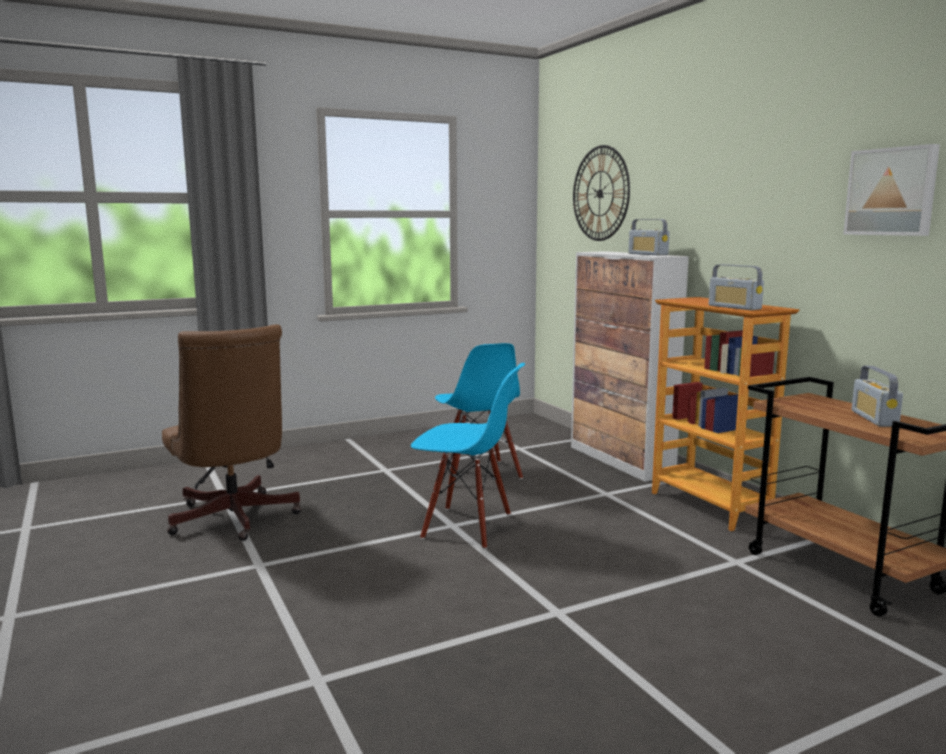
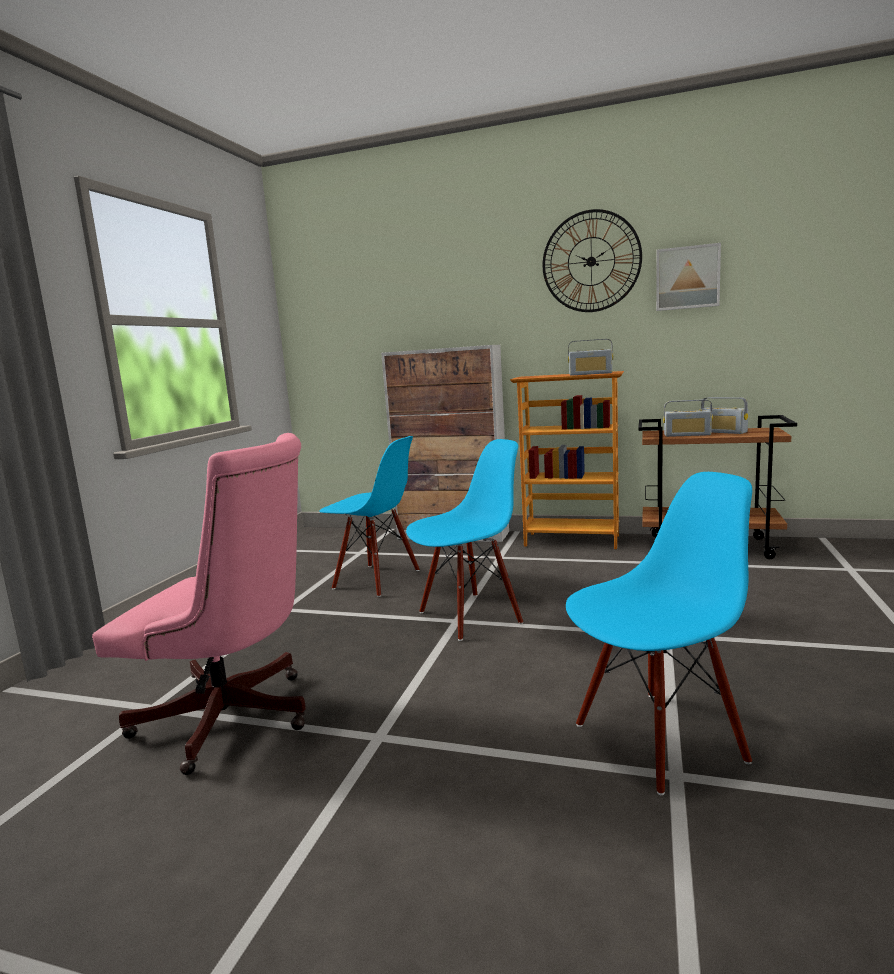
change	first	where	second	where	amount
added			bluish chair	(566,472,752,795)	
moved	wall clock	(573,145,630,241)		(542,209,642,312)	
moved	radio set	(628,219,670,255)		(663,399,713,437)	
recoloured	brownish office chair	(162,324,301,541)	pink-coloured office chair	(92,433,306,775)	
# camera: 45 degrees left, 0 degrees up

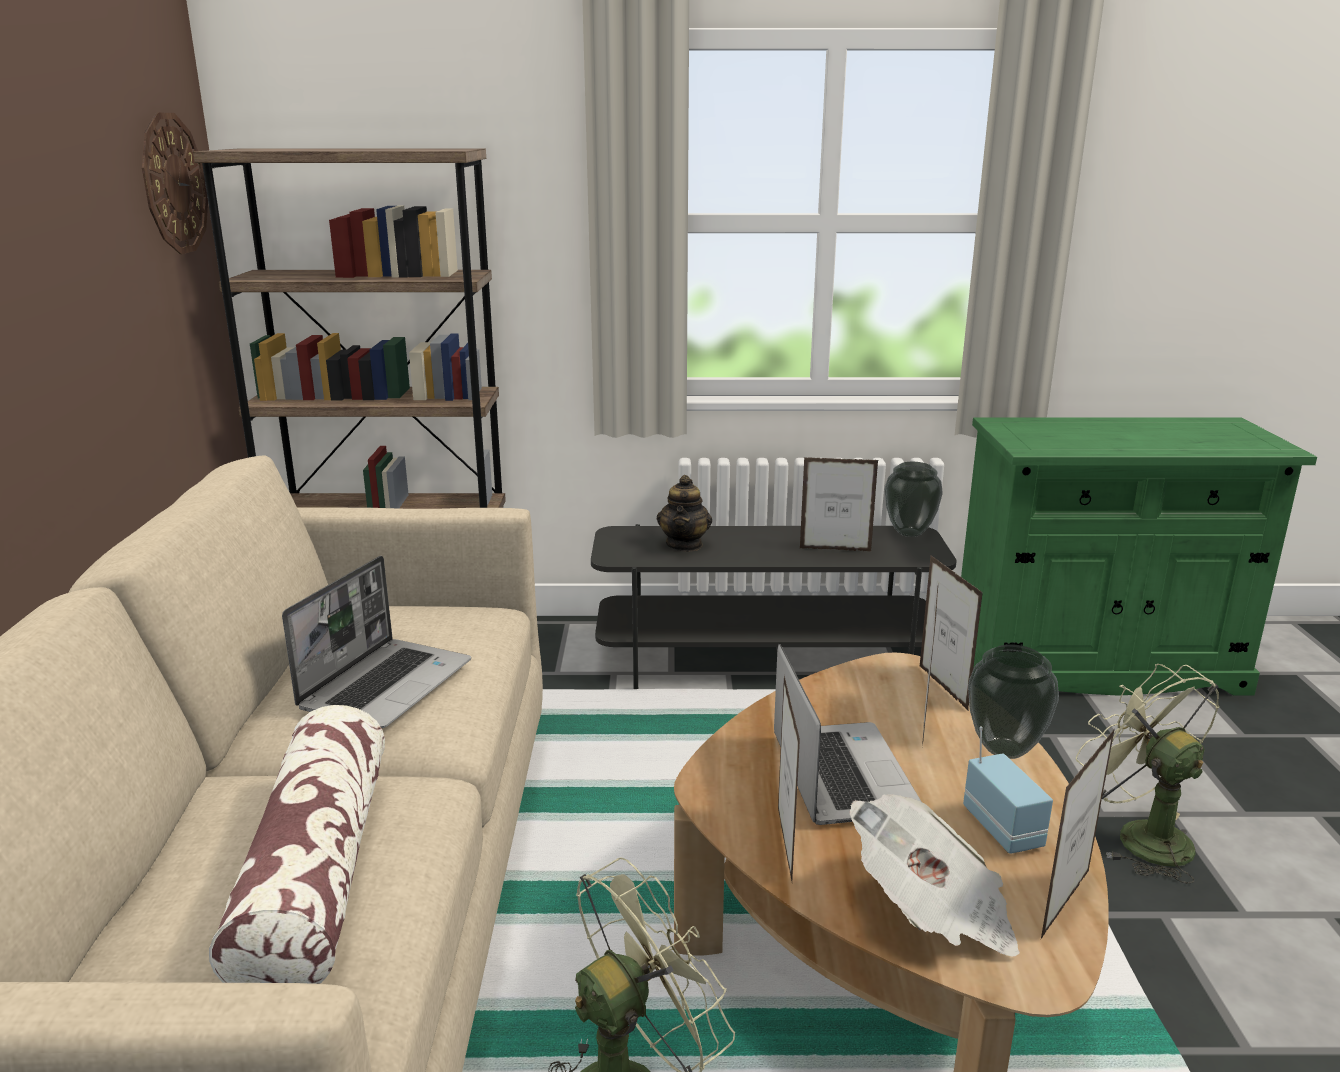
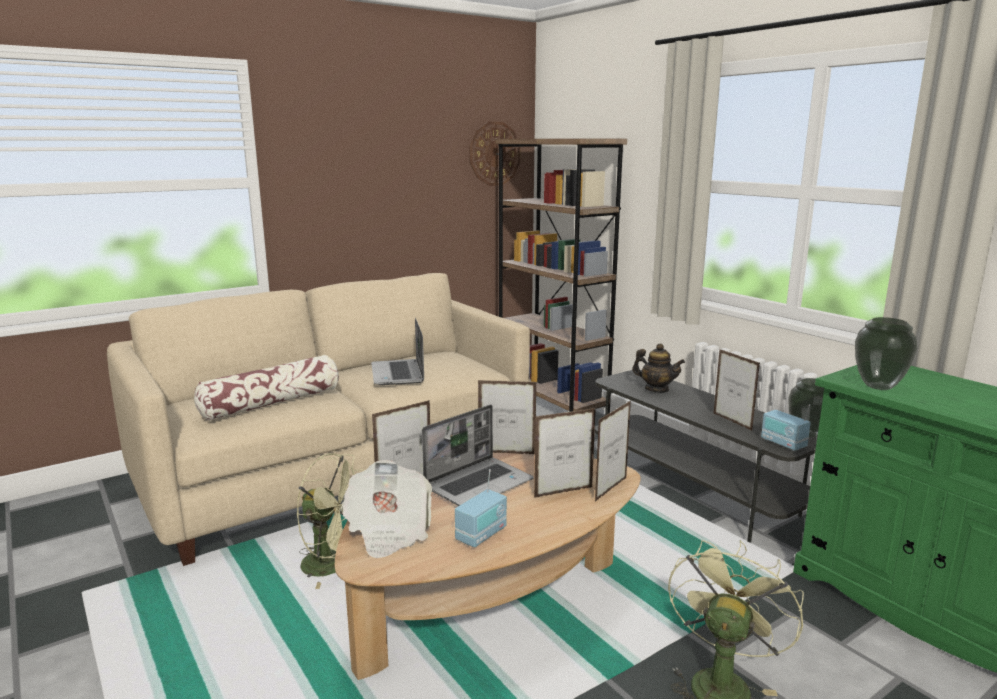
change	first	where	second	where	amount
added			radio set	(761,404,811,451)	
moved	vase	(968,644,1059,759)		(855,317,917,390)	
moved	photo frame	(1041,729,1115,938)		(478,380,537,454)	
turned	notebook computer	(282,556,471,728)		(371,318,424,385)	90 degrees clockwise
turned	pot for tea	(657,475,712,552)		(632,344,685,392)	120 degrees counterclockwise
# camera: 55 degrees right, 5 degrees down

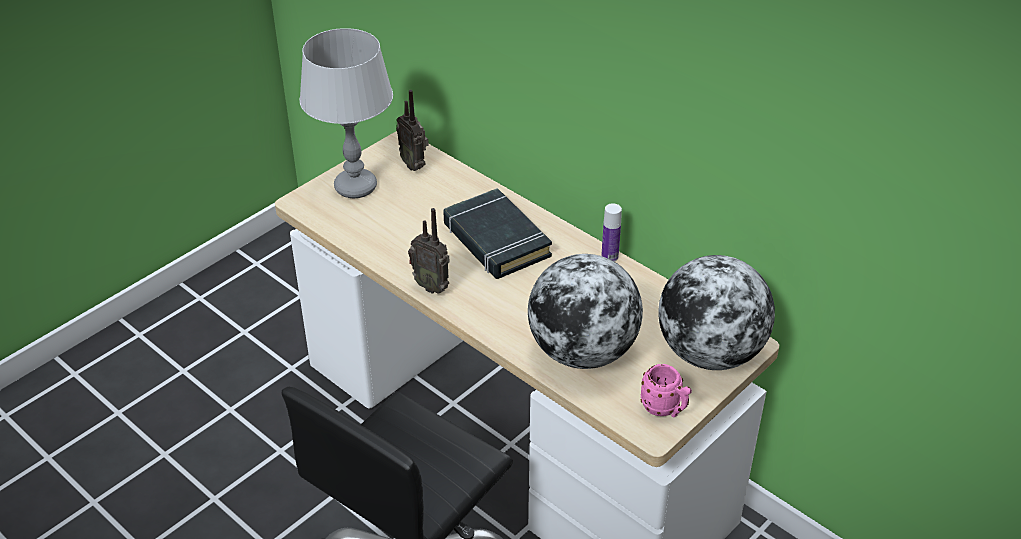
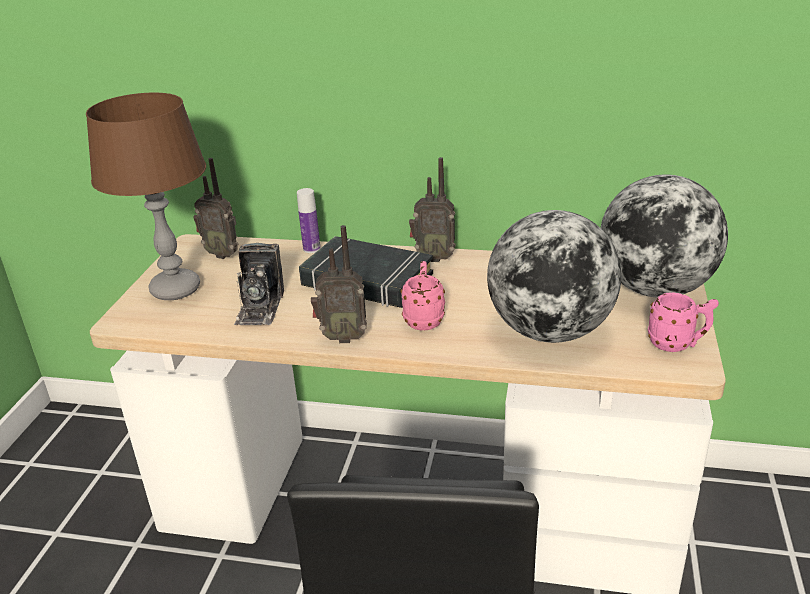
change	first	where	second	where	amount
added			still camera	(234,243,284,325)	
added			pink-coloured tea mug	(400,261,445,330)	
added			radio set	(409,157,456,262)	
moved	drink bottle	(601,203,622,262)		(297,188,321,253)	
recoloured	gray tabletop lamp	(299,28,393,198)	brownish tabletop lamp	(86,93,206,300)	
# camera: 30 degrees left, 10 degrees down

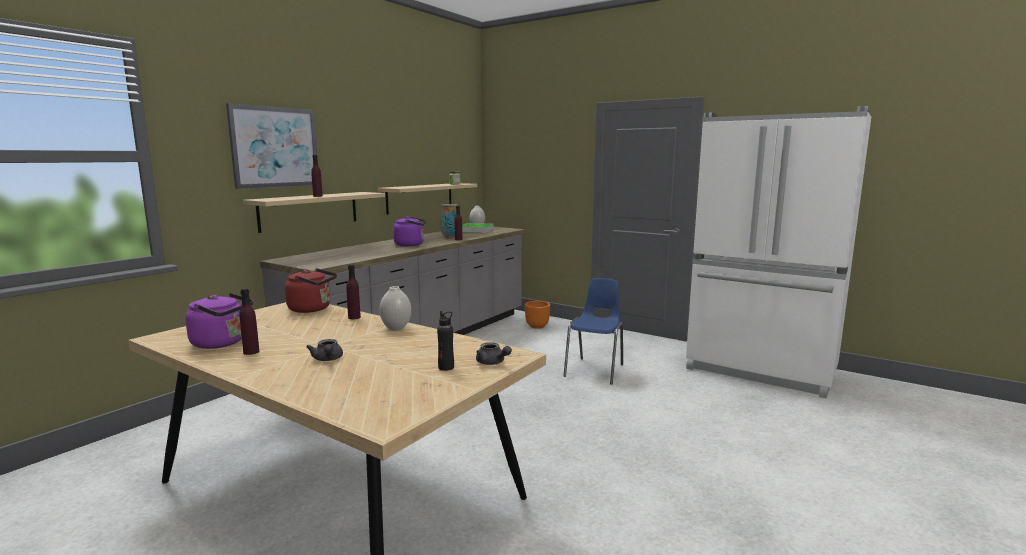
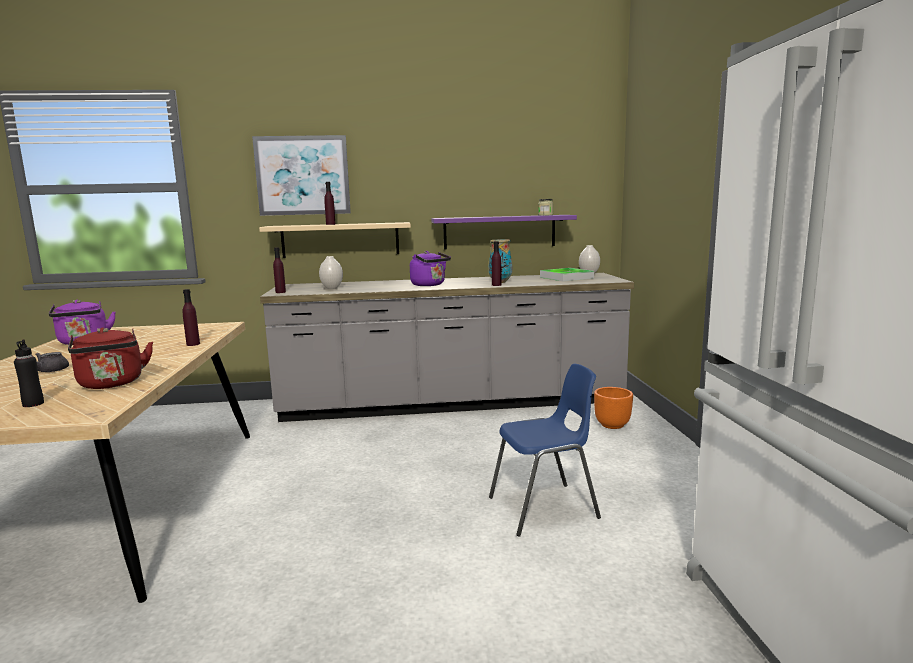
change	first	where	second	where	amount
removed	gray pot for tea	(476,342,512,365)			
moved	purplish drink bottle	(239,288,259,355)		(273,247,286,293)	
moved	red tea kettle	(285,268,337,313)		(68,328,153,389)	
moved	white-coloured vase	(379,286,411,331)		(319,256,343,289)	
recoloured	beige-coloured wall shelf	(378,183,477,215)	purplish wall shelf	(432,215,577,250)	
# camera: 50 degrees right, 0 degrees up

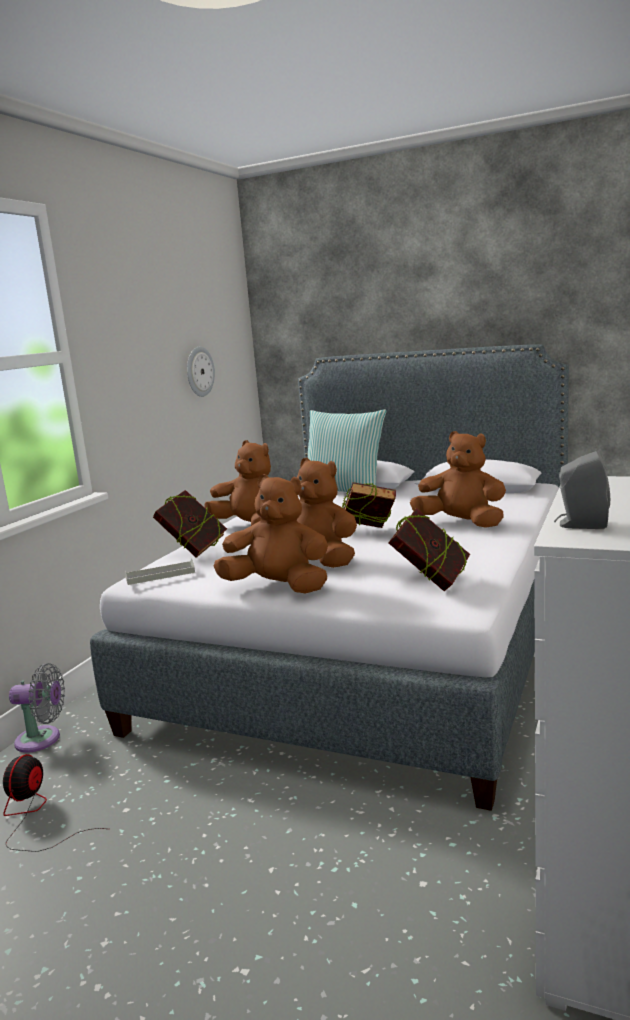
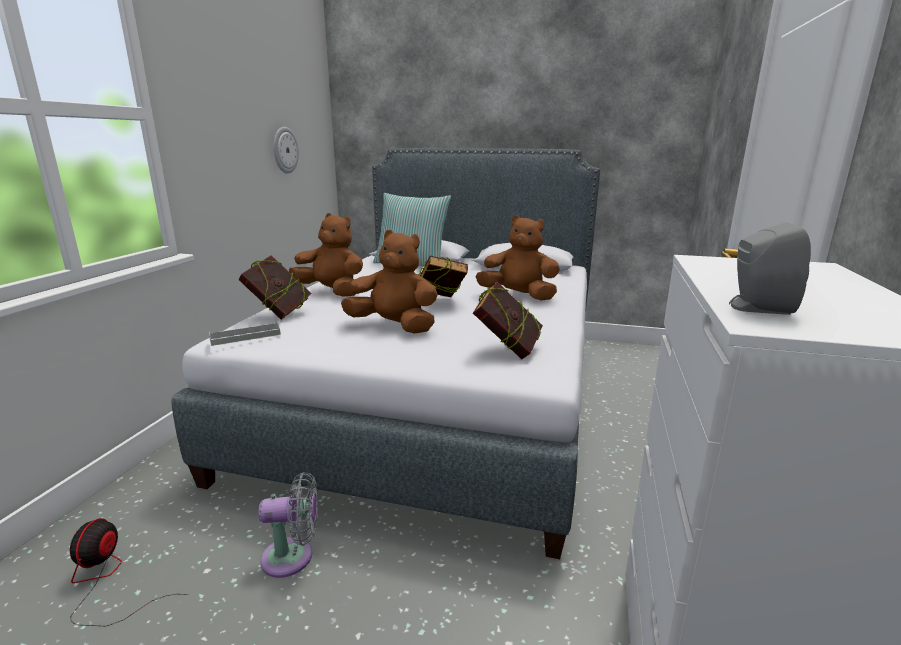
change	first	where	second	where	amount
removed	brownish cuddly toy	(213,474,328,593)			
moved	gray cooling fan	(9,663,65,753)		(258,472,318,578)	
# camera: 10 degrees left, 5 degrees up

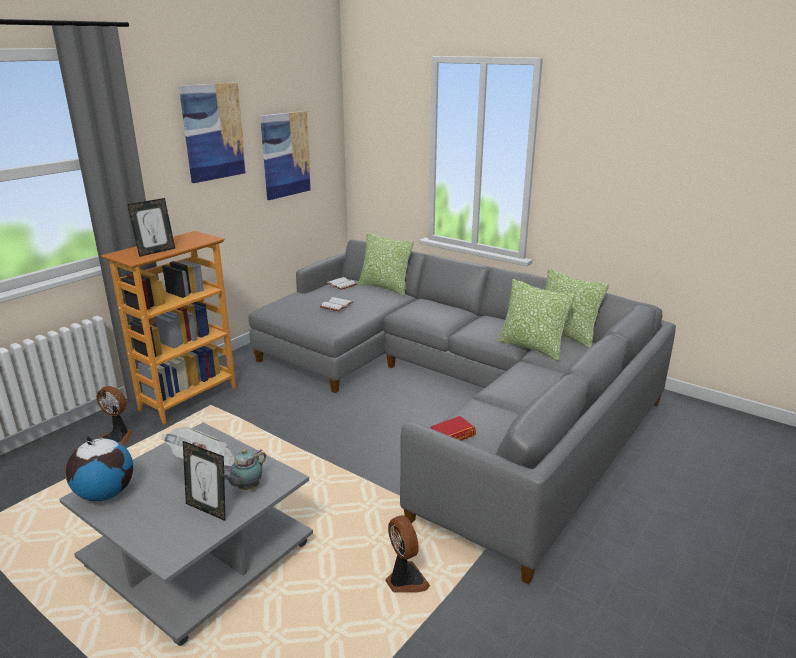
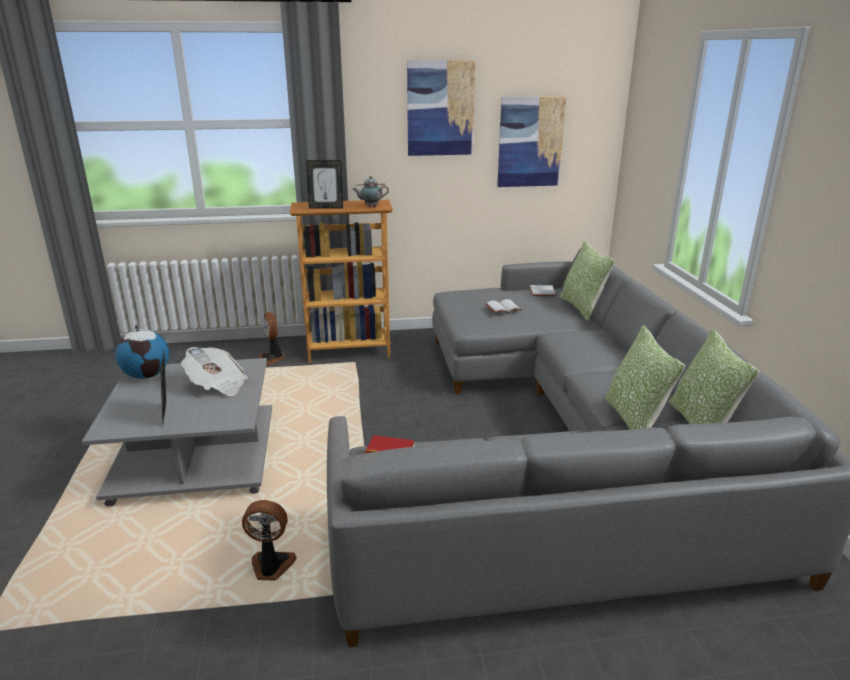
change	first	where	second	where	amount
moved	pot for tea	(224,449,266,490)		(353,176,389,207)	
turned	cooling fan	(385,515,430,593)		(242,500,296,580)	105 degrees counterclockwise
# camera: 45 degrees right, 0 degrees up

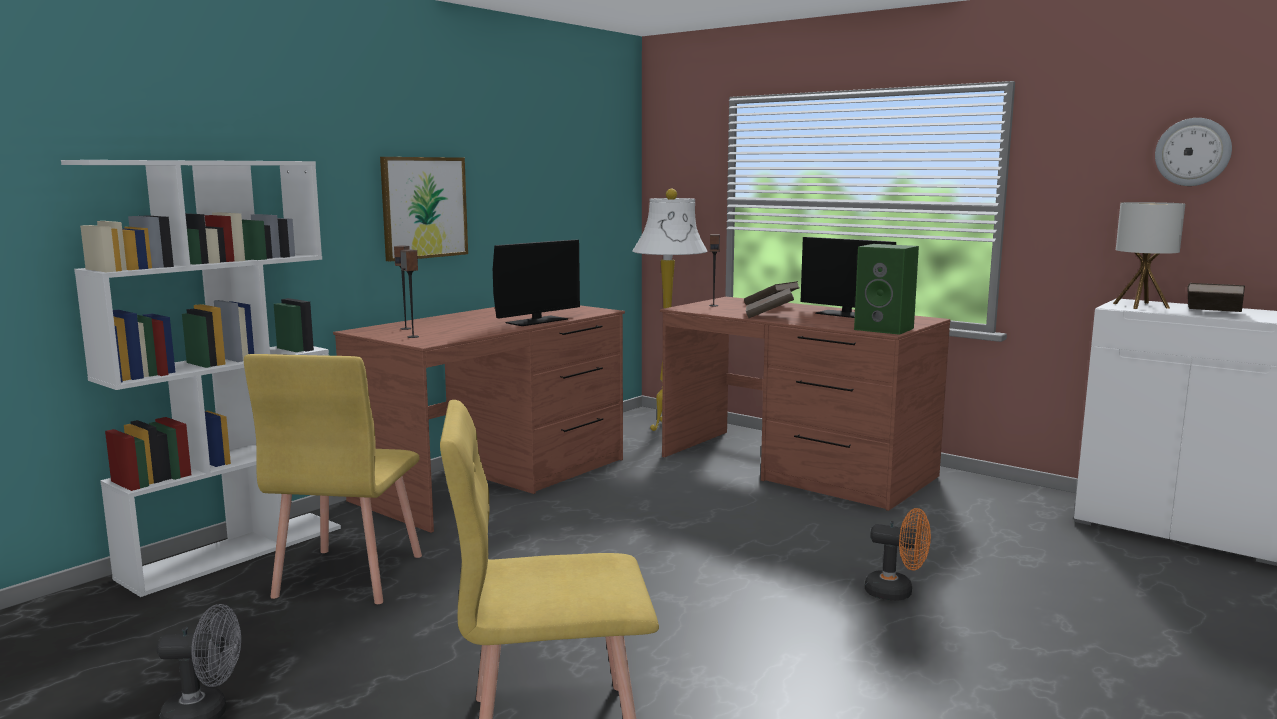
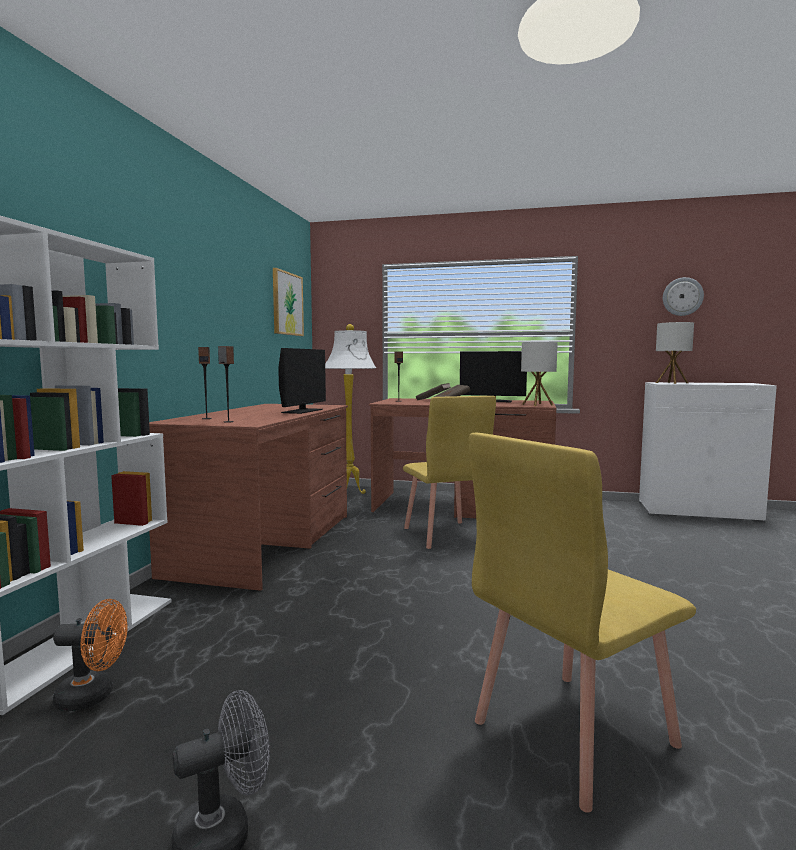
change	first	where	second	where	amount
removed	brownish bound book	(1187,283,1245,312)			
moved	yellow chair	(244,354,422,604)		(403,396,496,549)	
moved	wall art	(380,157,468,262)		(273,268,304,336)	
moved	orangey cooling fan	(865,508,931,601)		(53,599,128,711)	
replaced	greenish speaker	(854,244,919,335)	tabletop lamp	(521,342,558,406)	
# camera: 25 degrees left, 5 degrees down

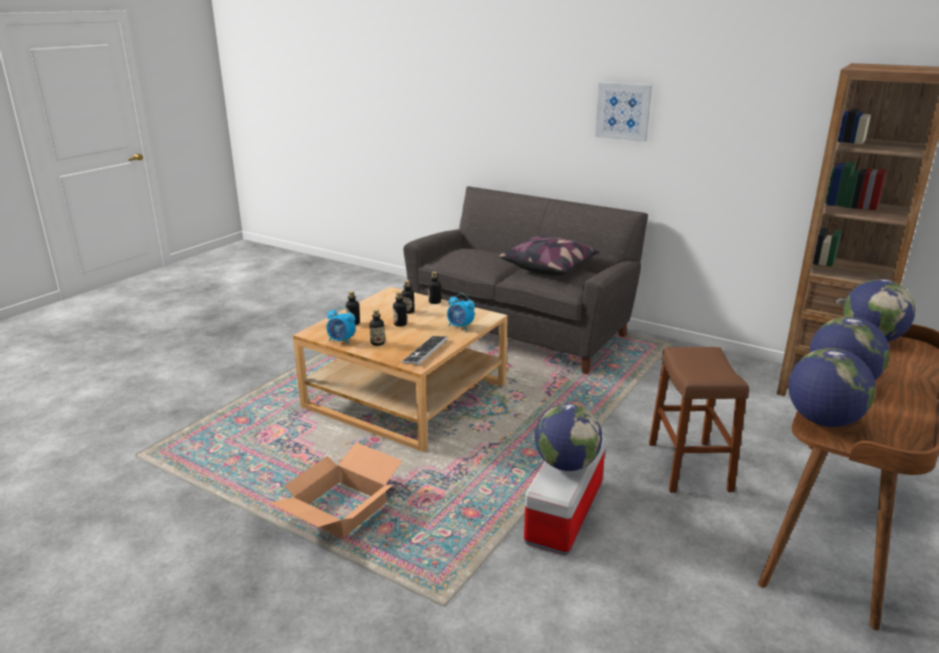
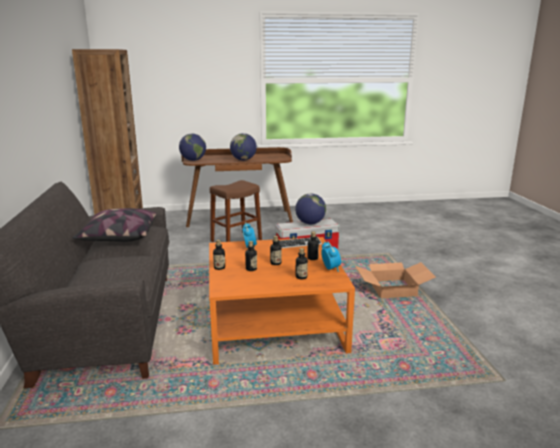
change	first	where	second	where	amount
removed	wall art	(595,82,652,142)			
removed	world globe	(788,348,876,427)			
recoloured	beige-coloured low table	(293,287,508,452)	orangey low table	(209,237,355,365)	
# camera: 130 degrees left, 5 degrees down

